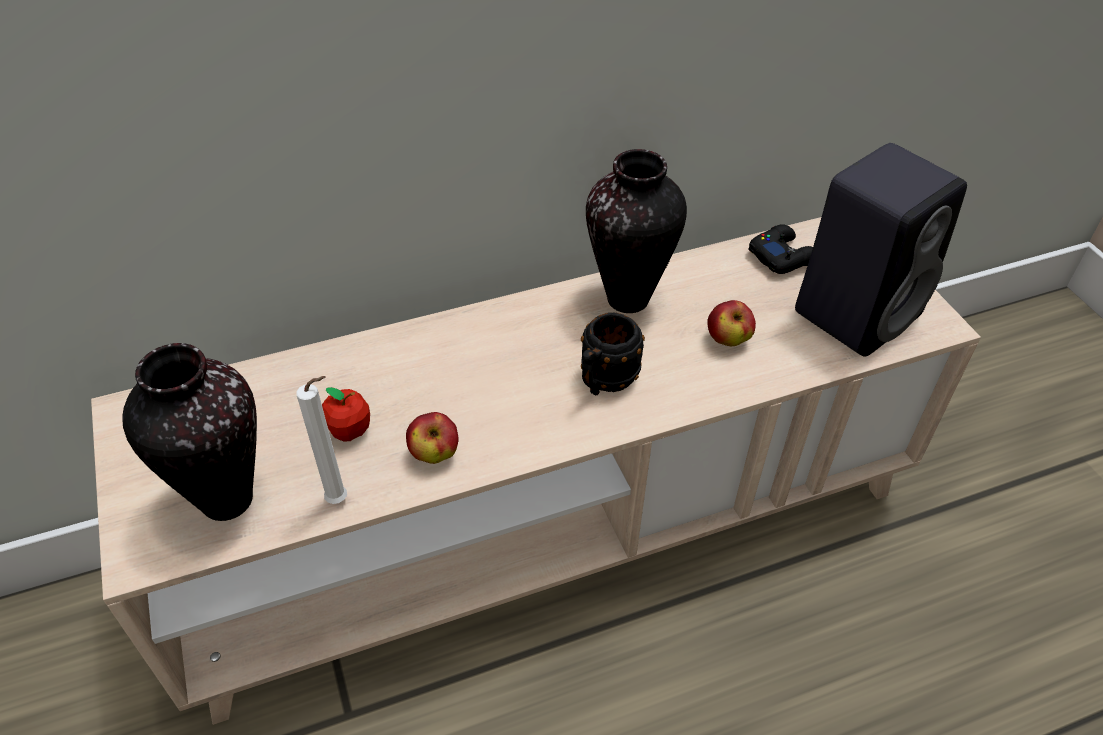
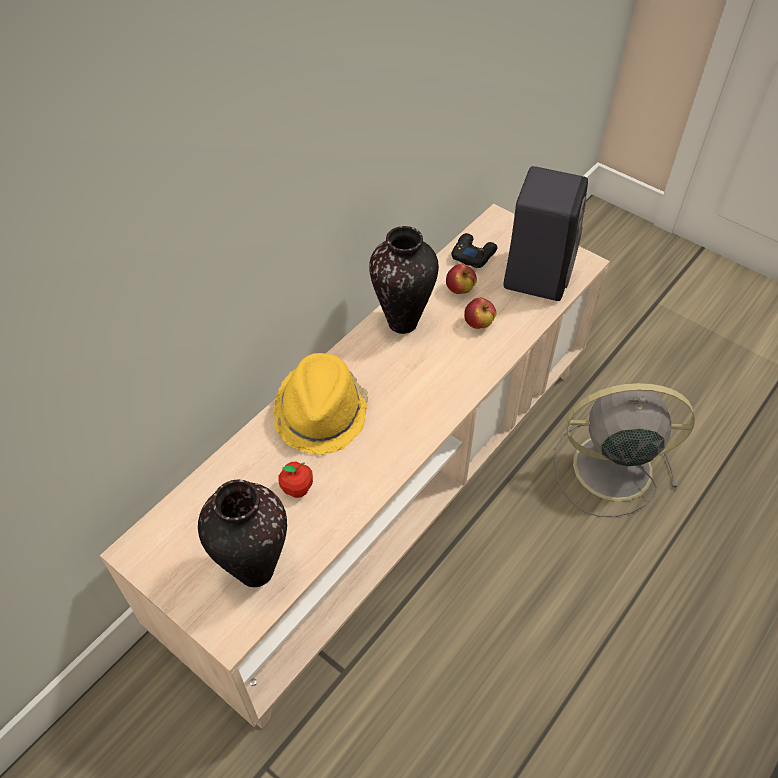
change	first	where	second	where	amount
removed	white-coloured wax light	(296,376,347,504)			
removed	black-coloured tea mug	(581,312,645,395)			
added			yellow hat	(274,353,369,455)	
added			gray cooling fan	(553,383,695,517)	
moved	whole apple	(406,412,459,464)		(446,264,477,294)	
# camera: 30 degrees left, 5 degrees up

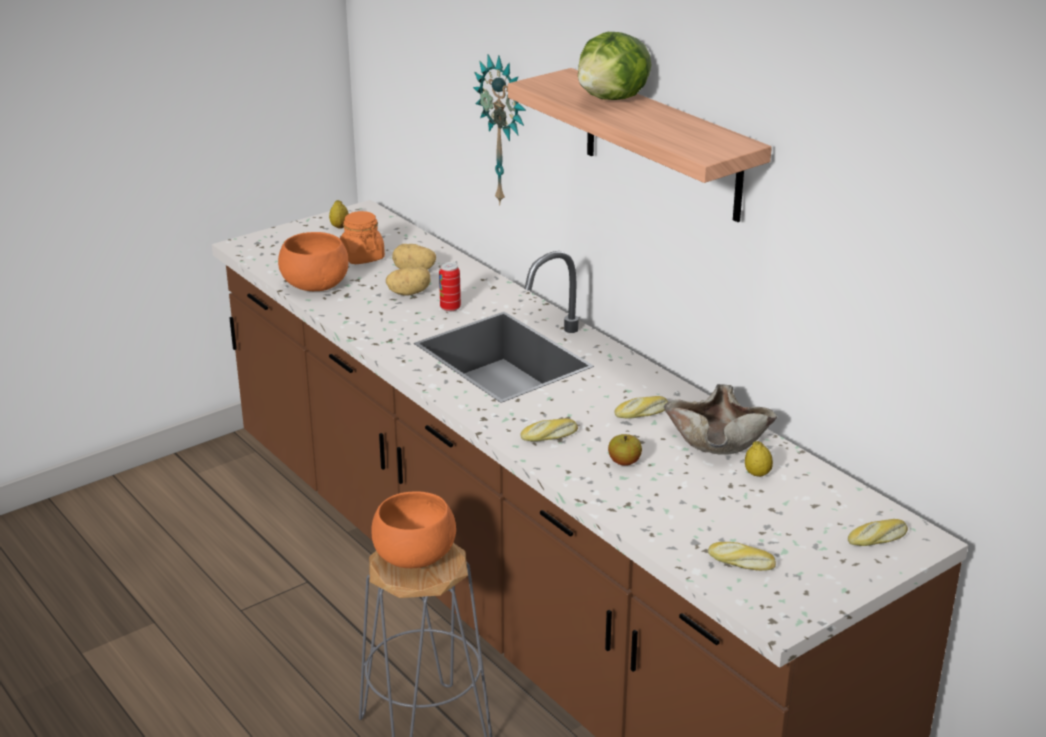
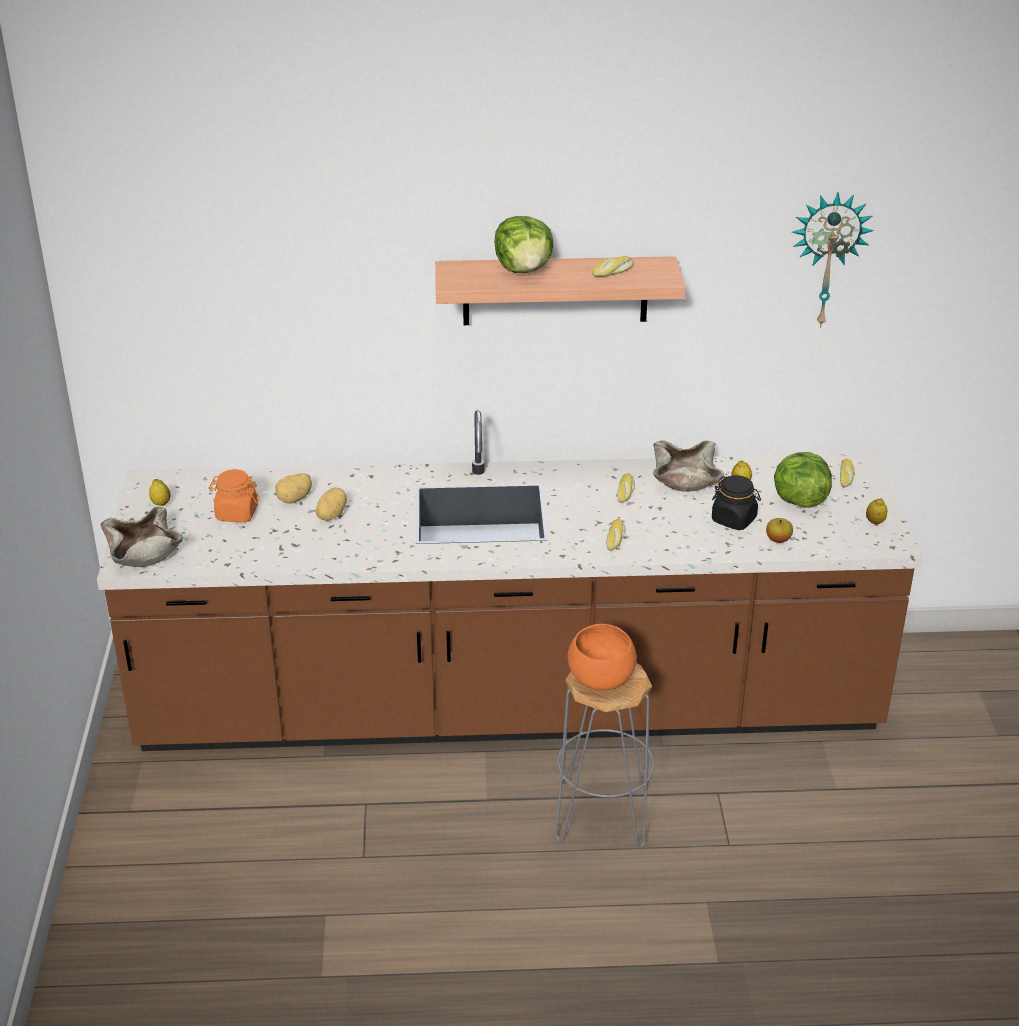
change	first	where	second	where	amount
removed	orangey deep dish	(278,232,349,291)			
removed	sealed can	(439,262,461,312)			
added			beige-coloured deep dish	(101,507,183,567)	
added			black-coloured jar	(712,475,761,530)	
added			head of lettuce	(774,452,832,508)	
added			citrus fruit	(866,498,887,524)	
moved	wall clock	(473,54,526,205)		(792,193,874,328)	
moved	whole apple	(608,434,642,466)		(766,518,793,543)	
moved	baked bread	(708,542,776,571)		(592,256,634,277)	
# camera: 55 degrees left, 5 degrees up

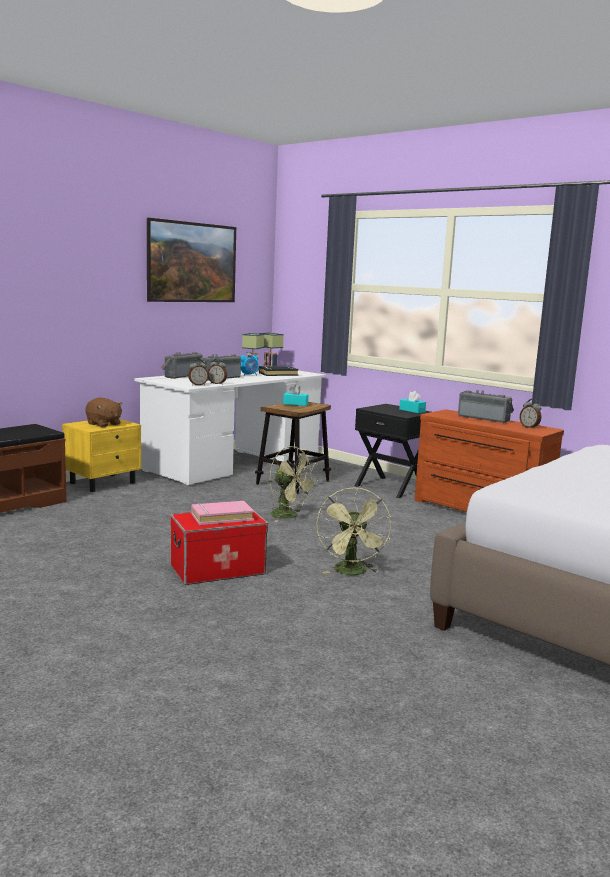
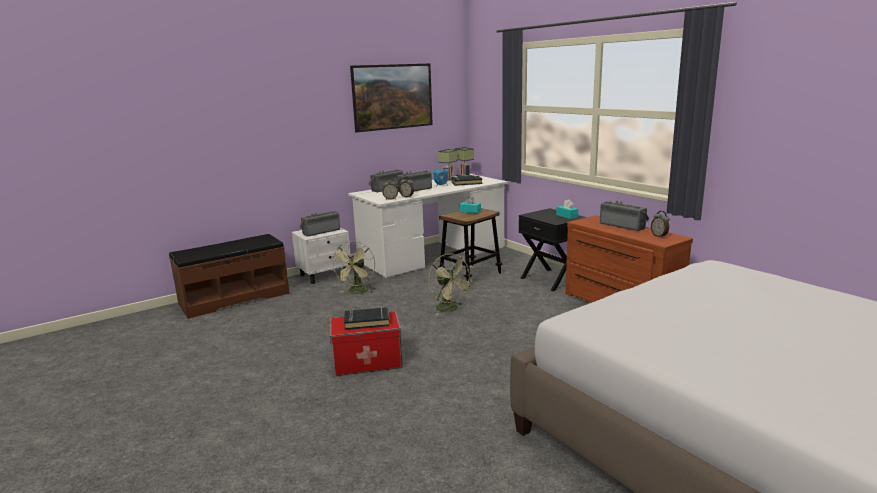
change	first	where	second	where	amount
moved	greenish cooling fan	(316,487,391,575)		(331,241,375,294)	
replaced	brownish cuddly toy	(85,398,123,427)	radio set	(300,211,340,236)	
recoloured	yellow night table	(62,419,141,492)	white-coloured night table	(291,228,351,284)	
recoloured	pink-coloured bound book	(192,500,254,525)	black-coloured bound book	(344,307,390,330)	
# camera: 15 degrees right, 5 degrees up

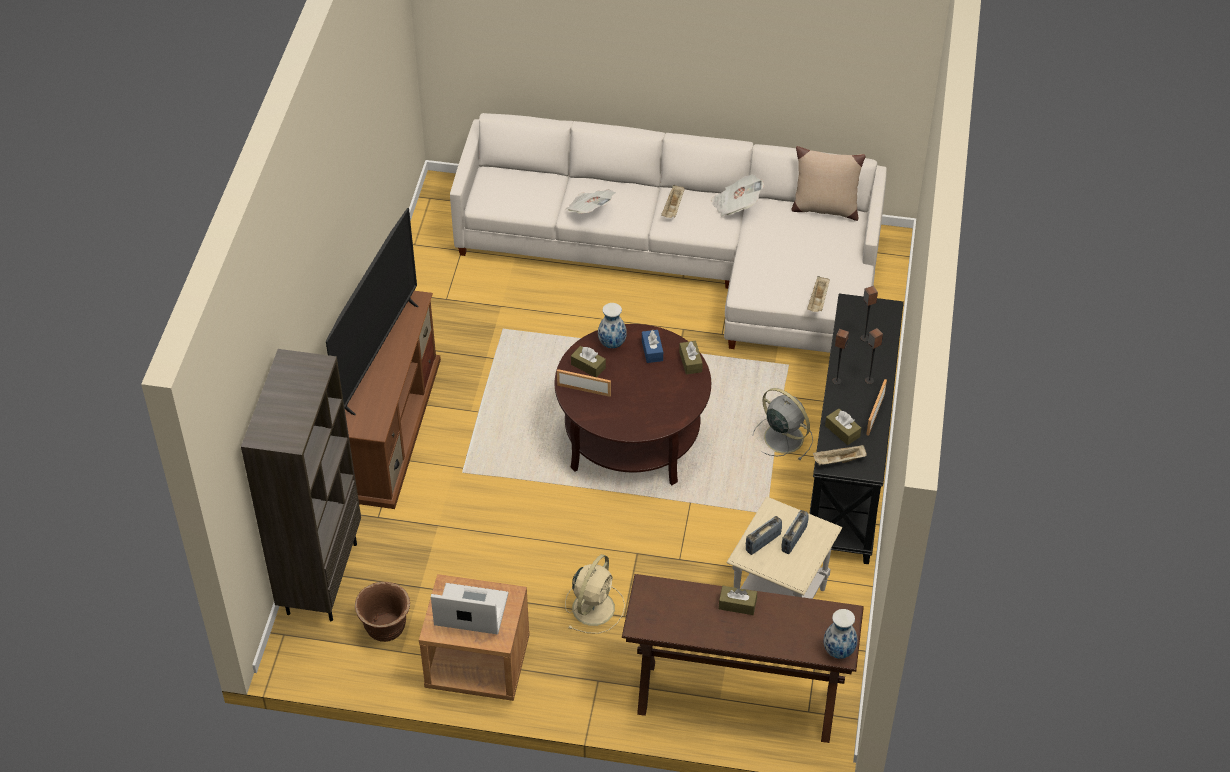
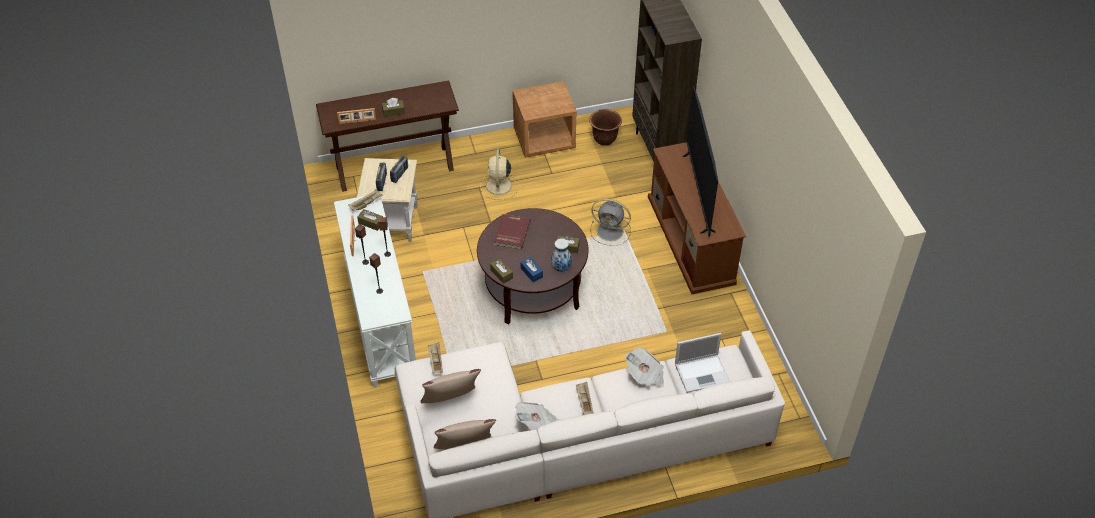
change	first	where	second	where	amount
removed	vase	(823,609,857,659)			
added			beige-coloured cushion	(420,369,481,403)	
added			red bound book	(493,214,531,250)	
moved	notebook computer	(431,583,508,634)		(675,333,730,393)	
moved	photo frame	(557,369,611,397)		(337,108,376,124)	
moved	gray cooling fan	(753,388,813,460)		(590,198,631,246)	
recoloured	black-coloured console table	(809,294,904,564)	white-coloured console table	(334,196,416,388)	
# camera: 155 degrees right, 0 degrees up

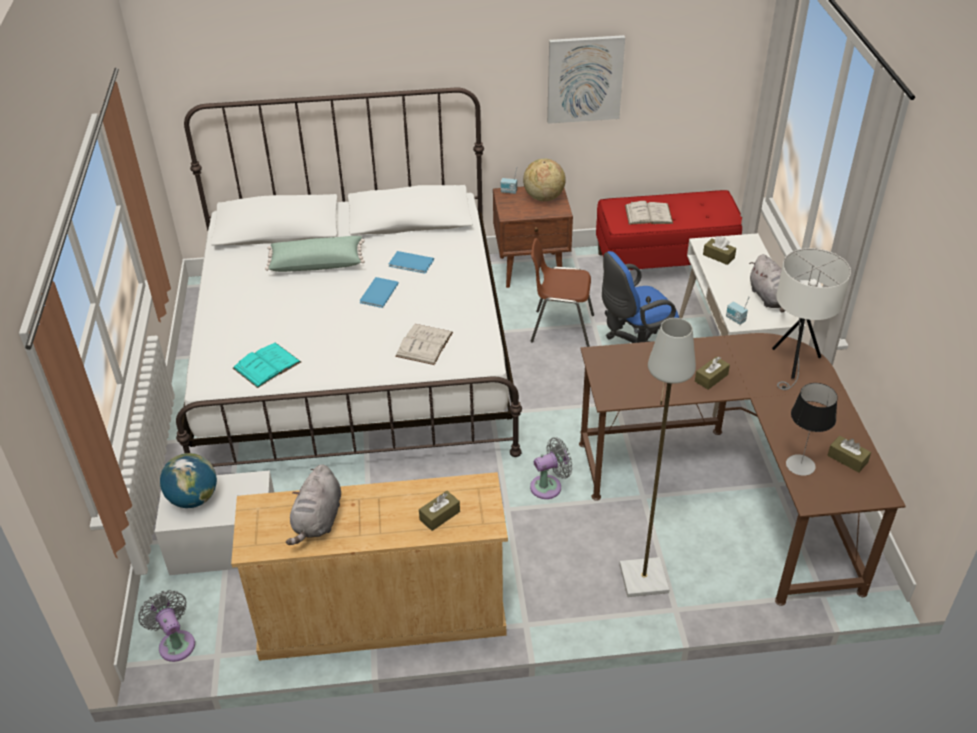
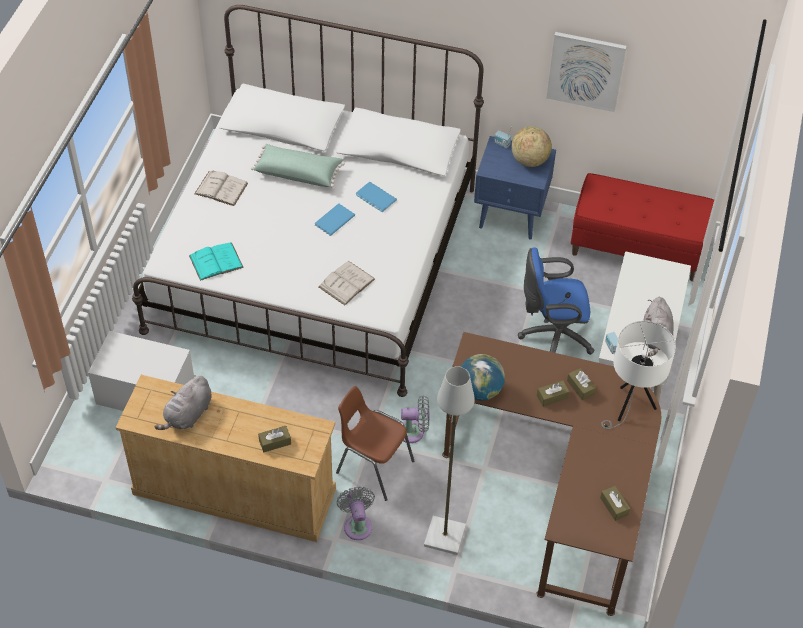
change	first	where	second	where	amount
removed	tabletop lamp	(786,383,838,476)			
moved	gray cooling fan	(138,590,195,662)		(337,487,375,540)	
moved	world globe	(160,453,217,508)		(461,354,505,401)	
moved	brownish chair	(531,238,594,347)		(336,386,414,501)	
moved	white-coloured bound book	(625,201,673,225)		(194,171,248,206)	
moved	brownish box of tissues	(703,236,736,265)		(567,368,596,401)	
recoloured	brownish night table	(493,186,573,288)	bluish night table	(474,136,556,239)	
# camera: 20 degrees right, 10 degrees up

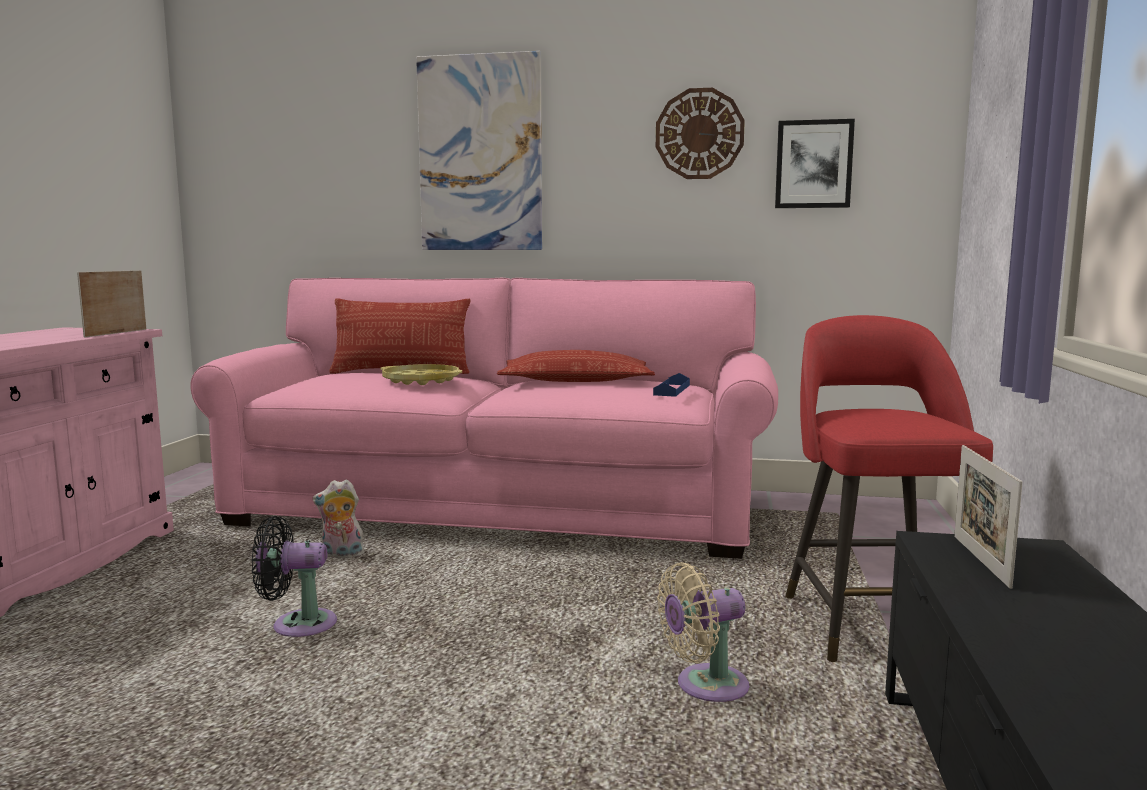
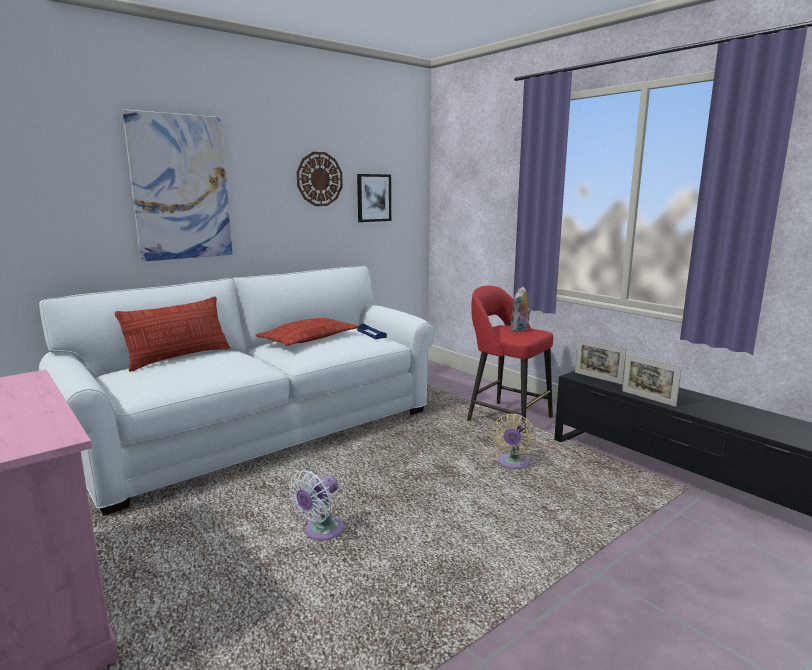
change	first	where	second	where	amount
removed	yellow tray	(380,364,462,385)			
moved	photo frame	(77,270,146,338)		(622,354,682,407)	
moved	cuddly toy	(313,479,365,558)		(510,287,531,332)	
recoloured	pink-coloured couch	(190,278,778,559)	white-coloured couch	(39,266,435,516)	
recoloured	black-coloured cooling fan	(251,516,337,637)	white-coloured cooling fan	(289,470,344,540)	
# camera: 50 degrees left, 5 degrees up

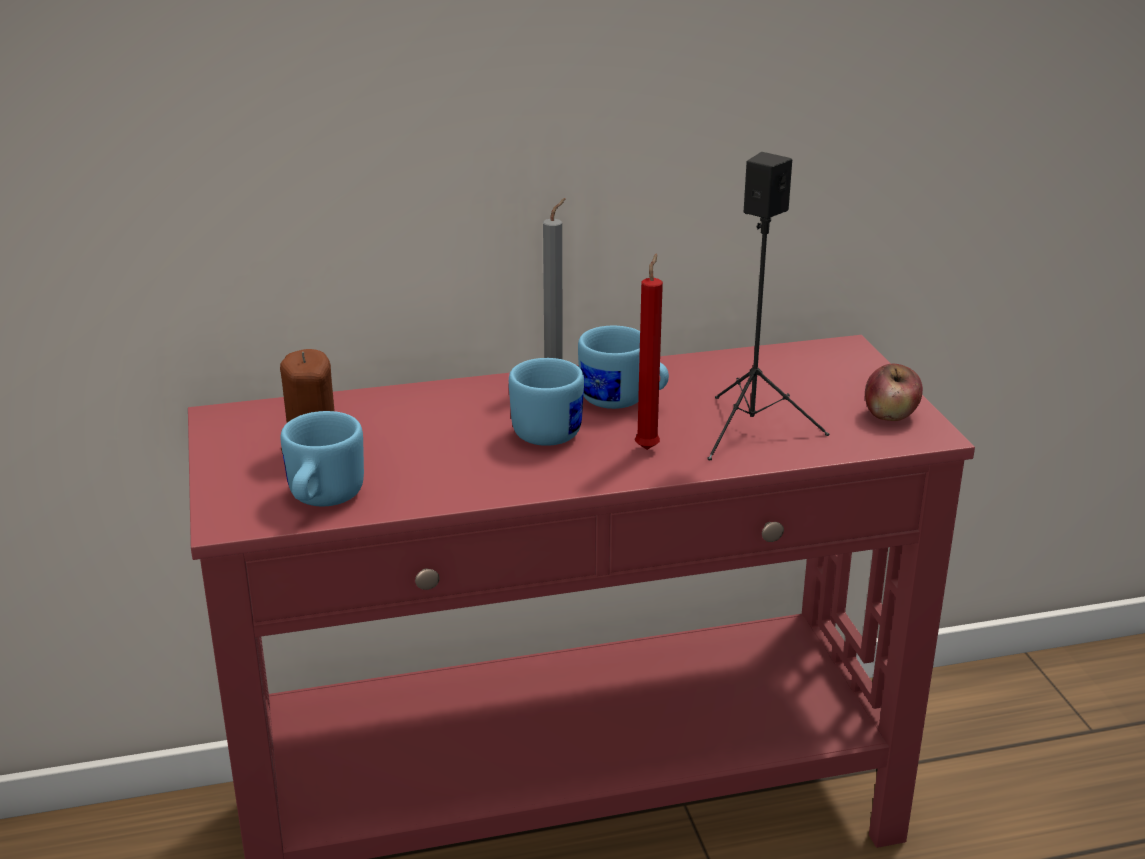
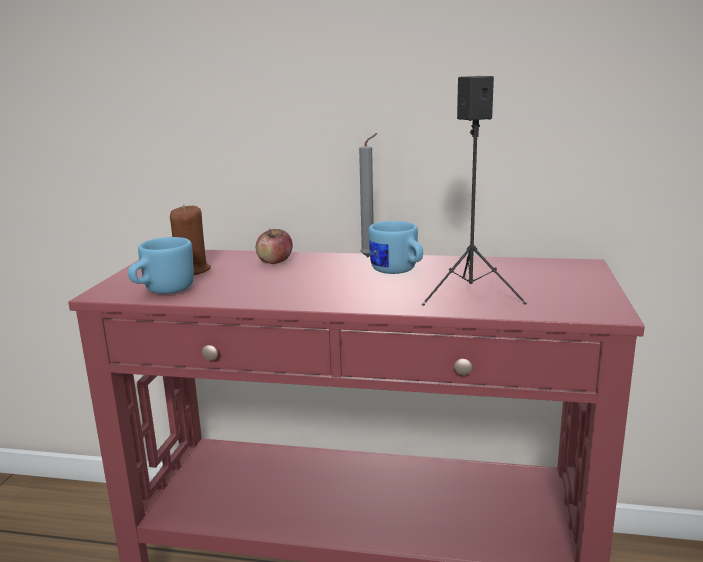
change	first	where	second	where	amount
removed	bluish tea mug	(509,358,584,446)			
removed	red wax light	(635,254,663,450)			
moved	whole apple	(865,364,923,421)		(256,229,293,264)	
# camera: 25 degrees right, 10 degrees down

